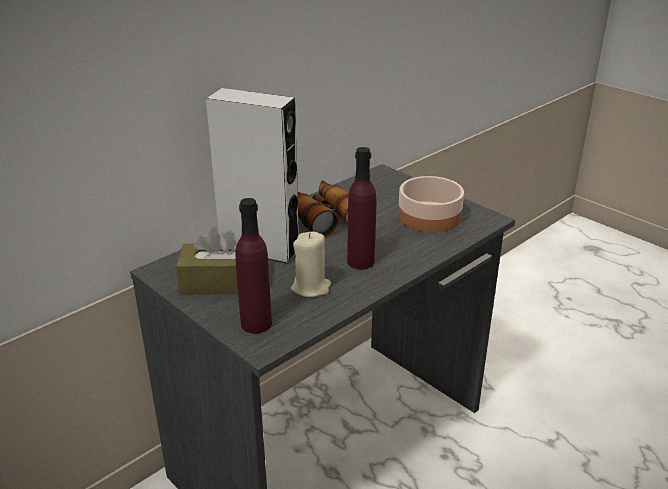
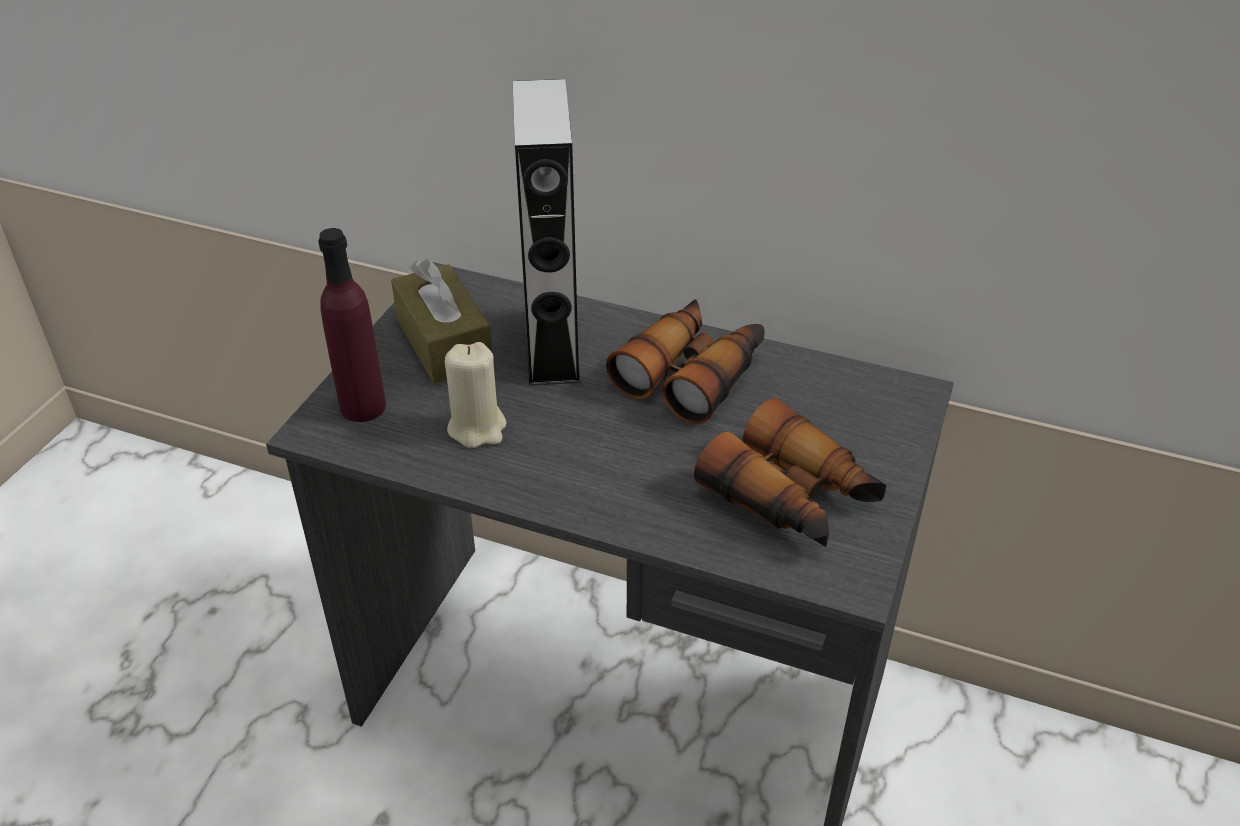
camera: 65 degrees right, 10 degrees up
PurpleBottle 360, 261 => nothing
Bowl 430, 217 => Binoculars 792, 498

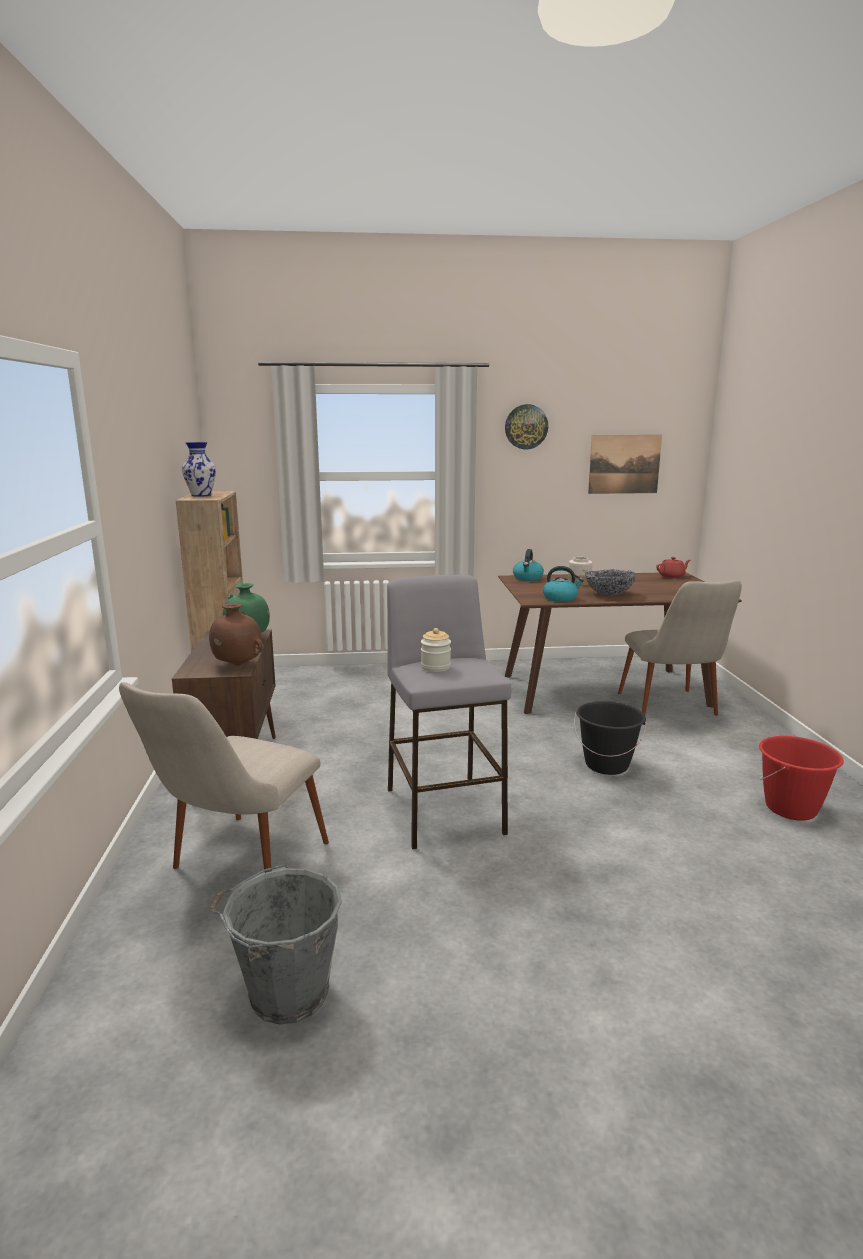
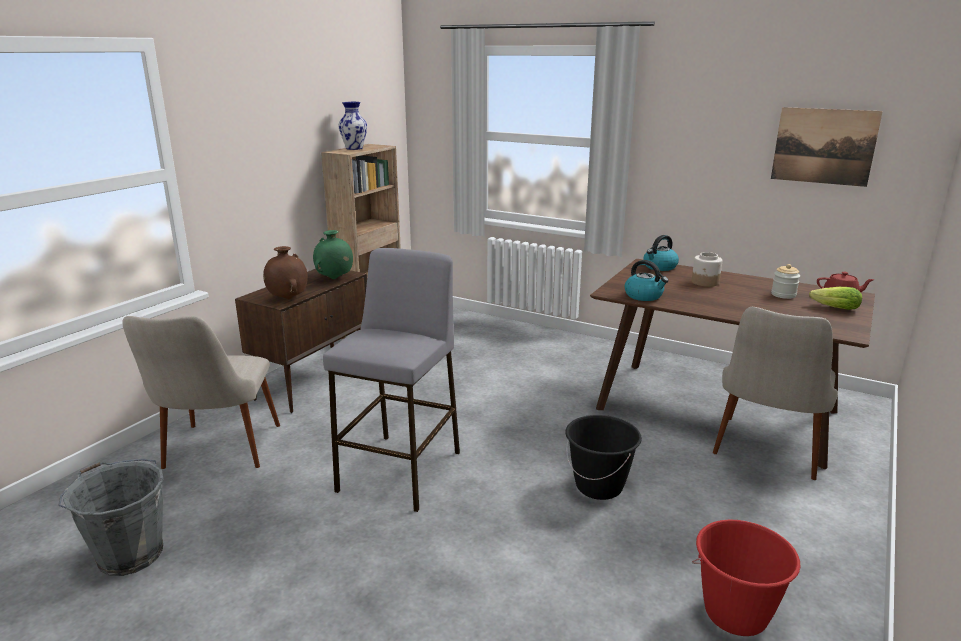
camera: 35 degrees right, 5 degrees up
BeigeChair 236, 869 => BeigeChair 216, 457, 60 degrees counterclockwise
Jar 435, 667 => Jar 783, 295, move
WallClock 526, 427 => nothing
Bowl 608, 594 => nothing
nothing => Lettuce 832, 308

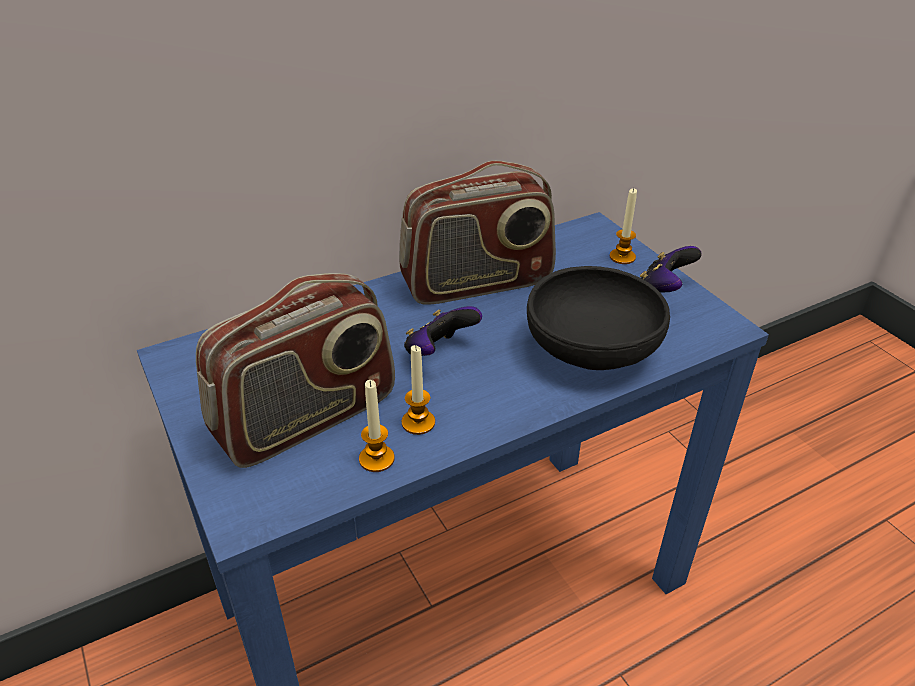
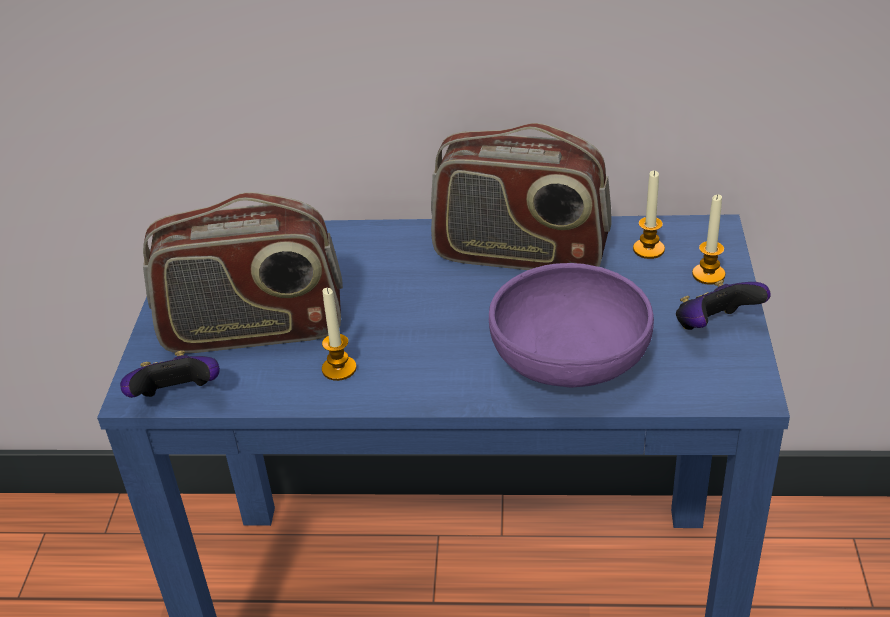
camera: 35 degrees right, 0 degrees up
Candle 376, 459 => Candle 648, 249, move
GameController 439, 352 => GameController 177, 398, move
BlackBowl 591, 348 => PurpleBowl 569, 360

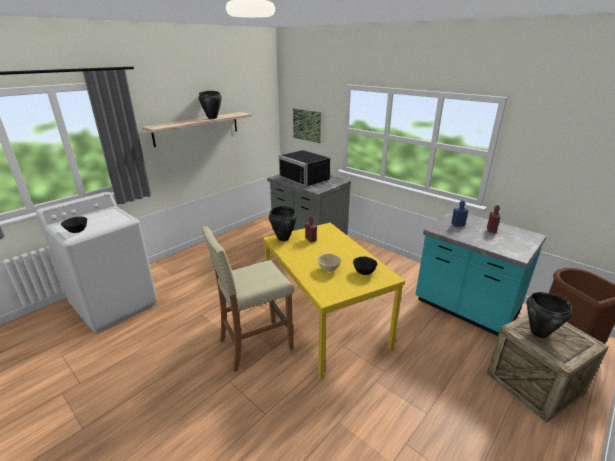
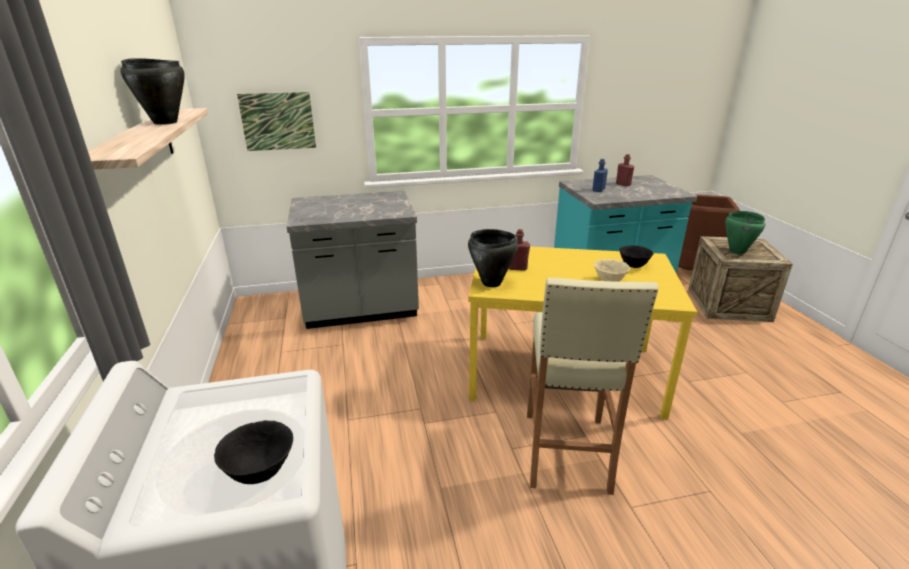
camera: 55 degrees left, 0 degrees up
BlackMicrowave 307, 179 => nothing
BlackCookingPot 538, 332 => GreenCookingPot 736, 251

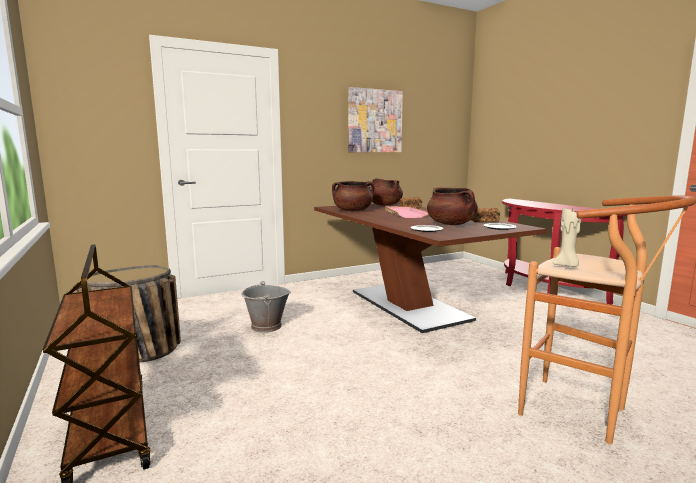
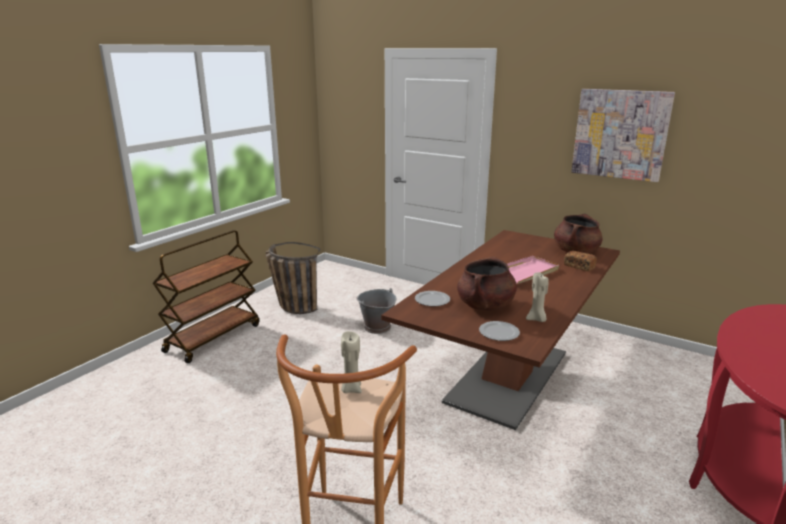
camera: 60 degrees right, 10 degrees up
BrownCookingPot 352, 210 => nothing
Bread 484, 221 => BeigeCandle 536, 319

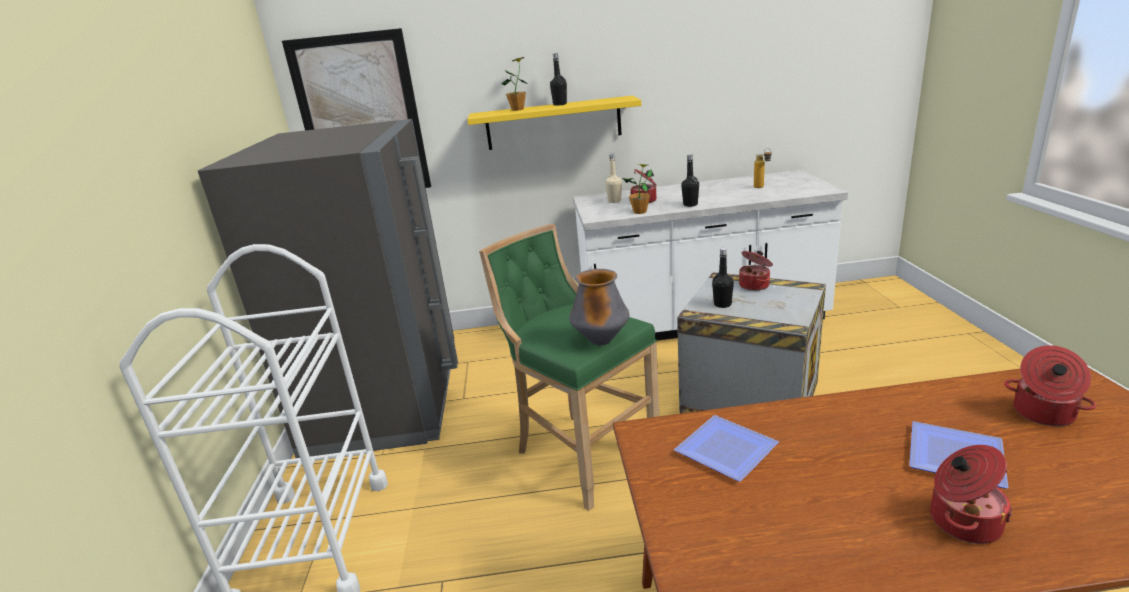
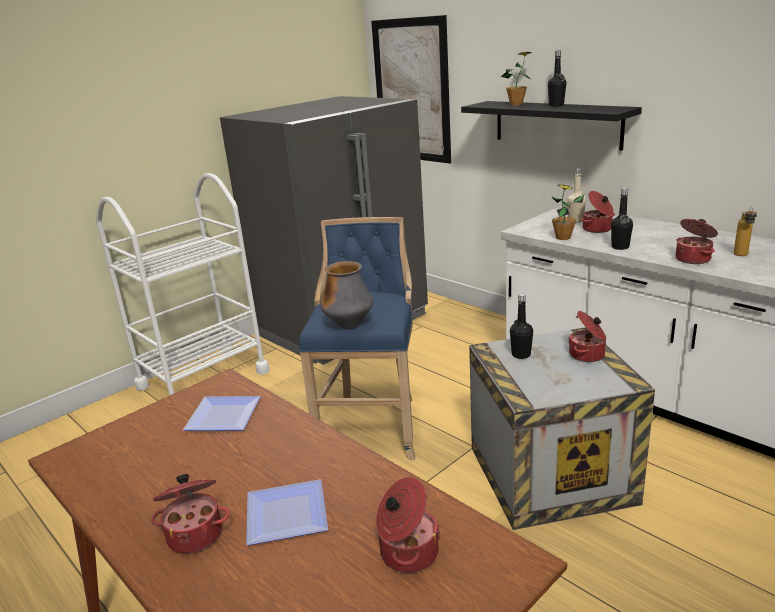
camera: 50 degrees right, 0 degrees up
YellowShelf 553, 123 => BlackShelf 556, 124
GreenStool 581, 453 => BlueStool 372, 425
nothing => CookingPot 693, 259

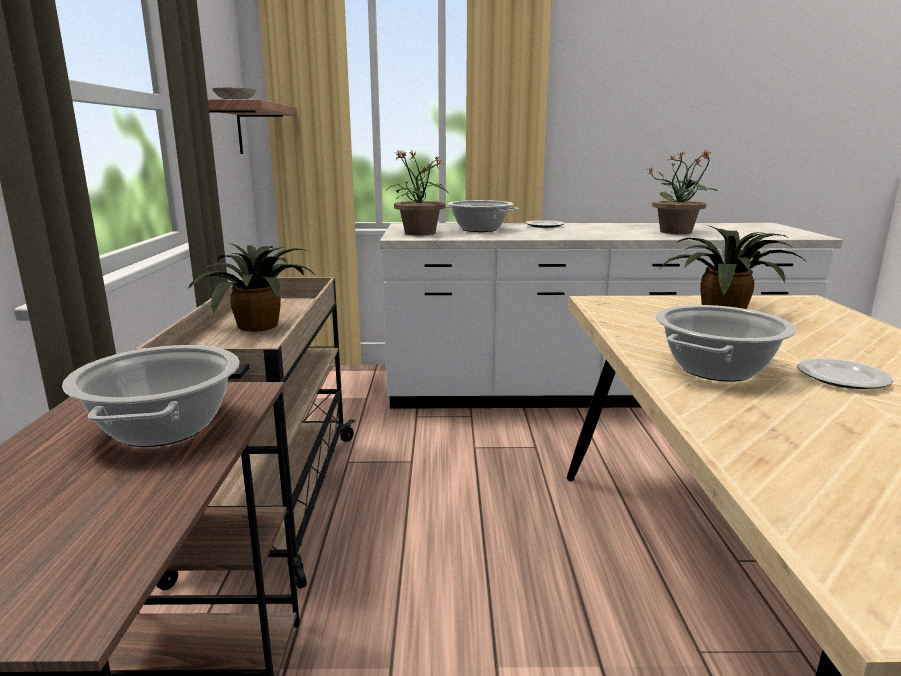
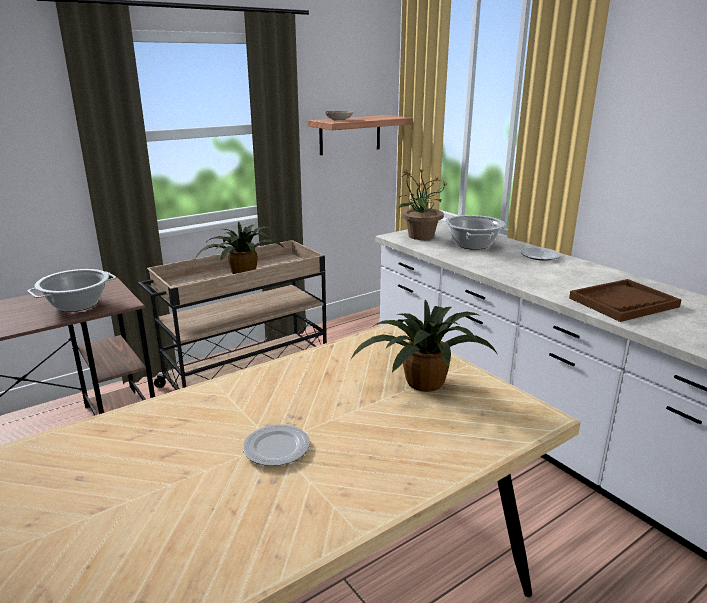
camera: 55 degrees right, 5 degrees up
PottedPlant 677, 232 => BrownTray 623, 302
CookingPot 716, 369 => nothing

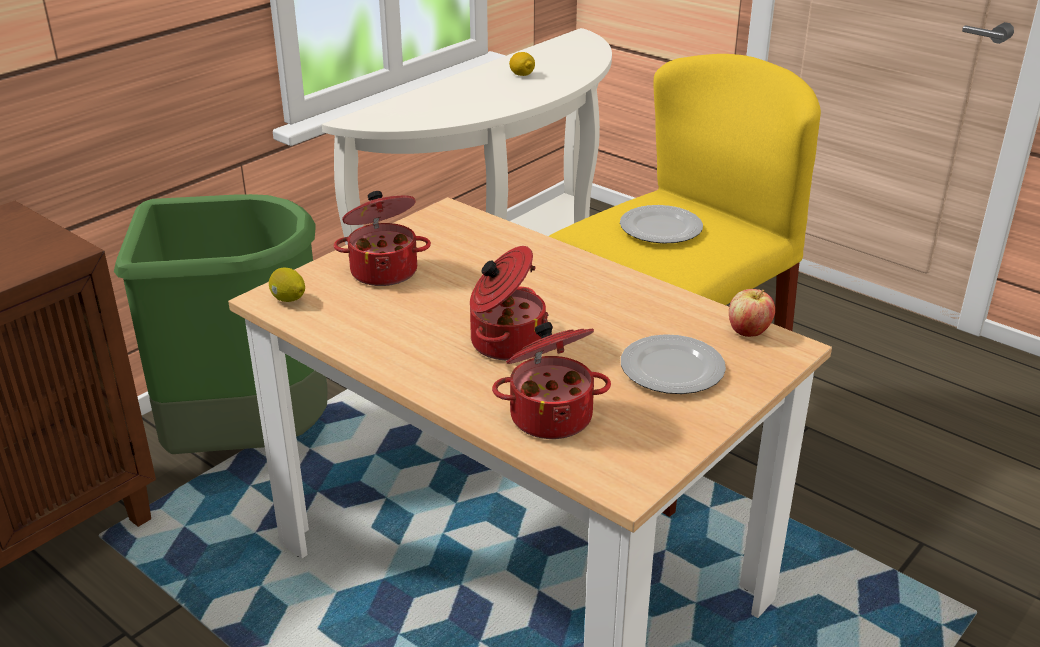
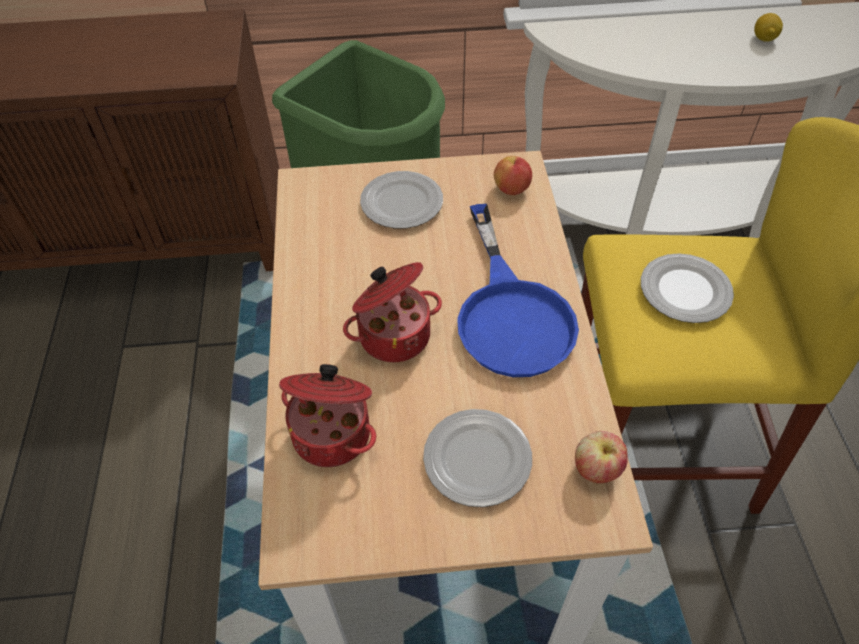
camera: 45 degrees right, 20 degrees up
Lemon 289, 300 => nothing
CookingPot 384, 270 => Plate 401, 202
nothing => BlueFryingPan 511, 313
nothing => Apple 511, 189

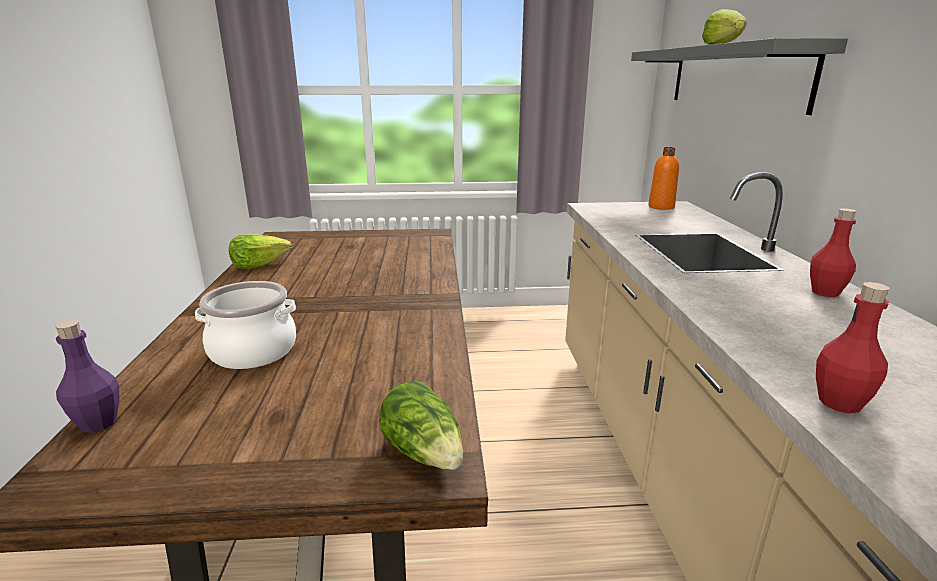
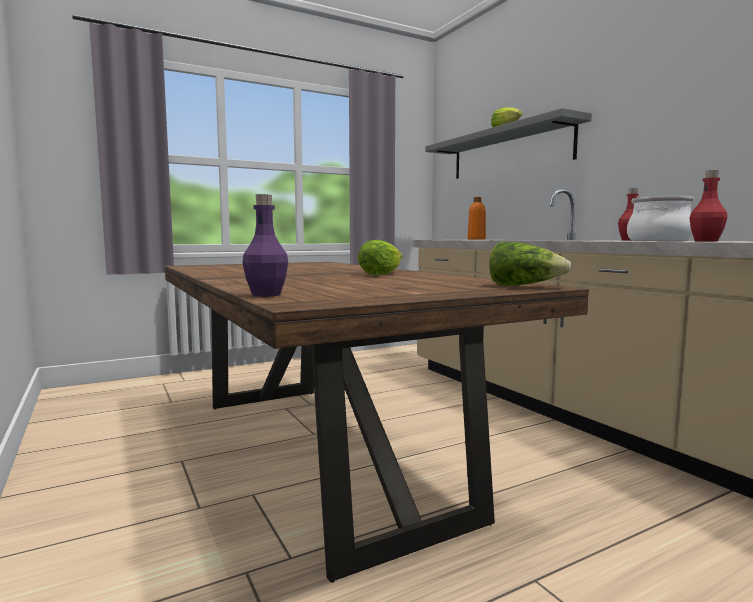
camera: 25 degrees left, 15 degrees down
CookingPot 253, 352 => CookingPot 659, 240, move
Lettuce 259, 265 => Lettuce 381, 274, move

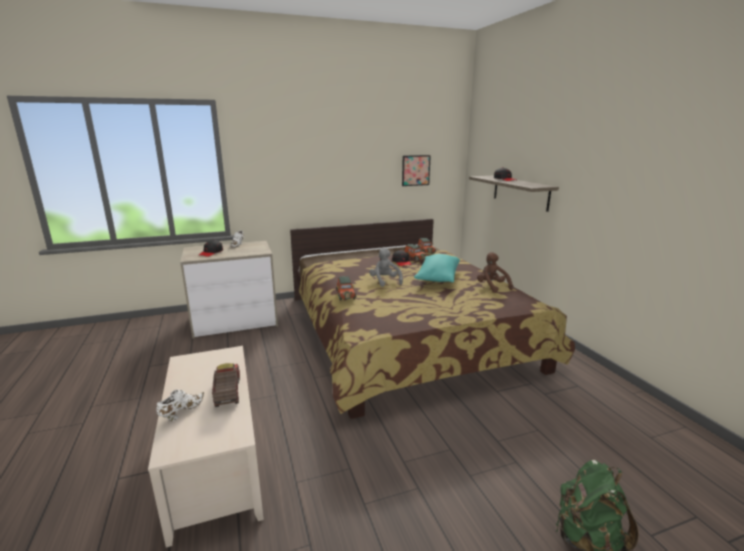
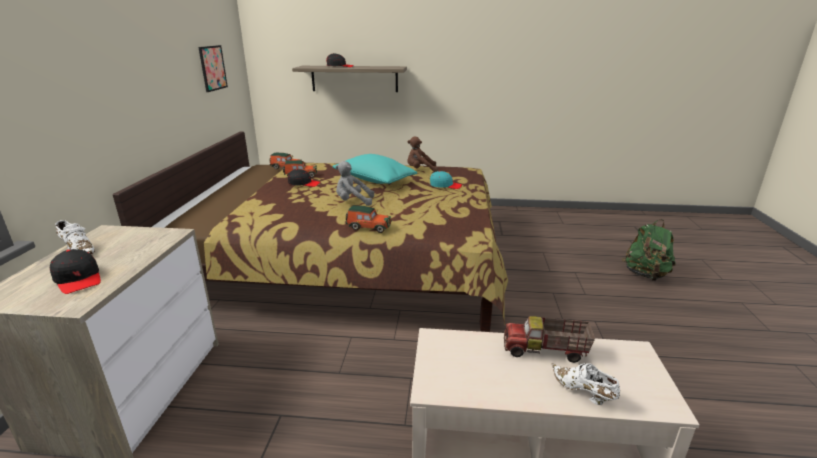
camera: 65 degrees left, 5 degrees up
nothing => TurquoiseCap 445, 185

